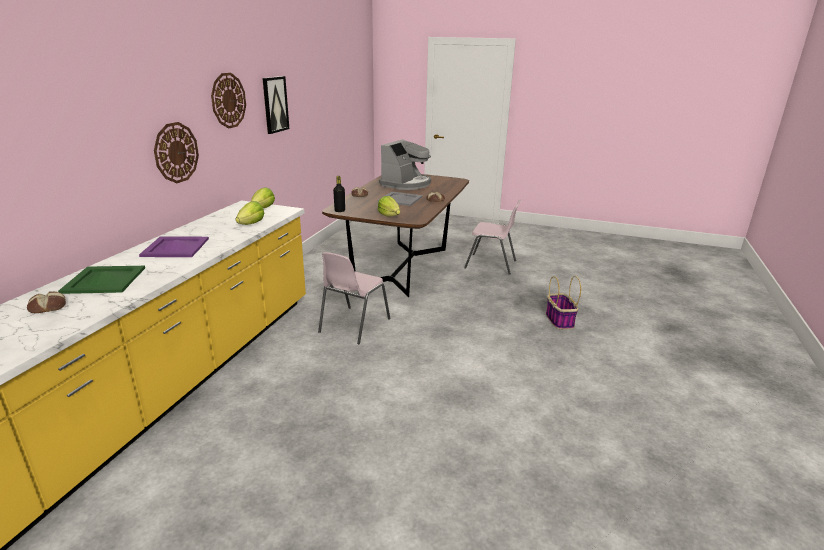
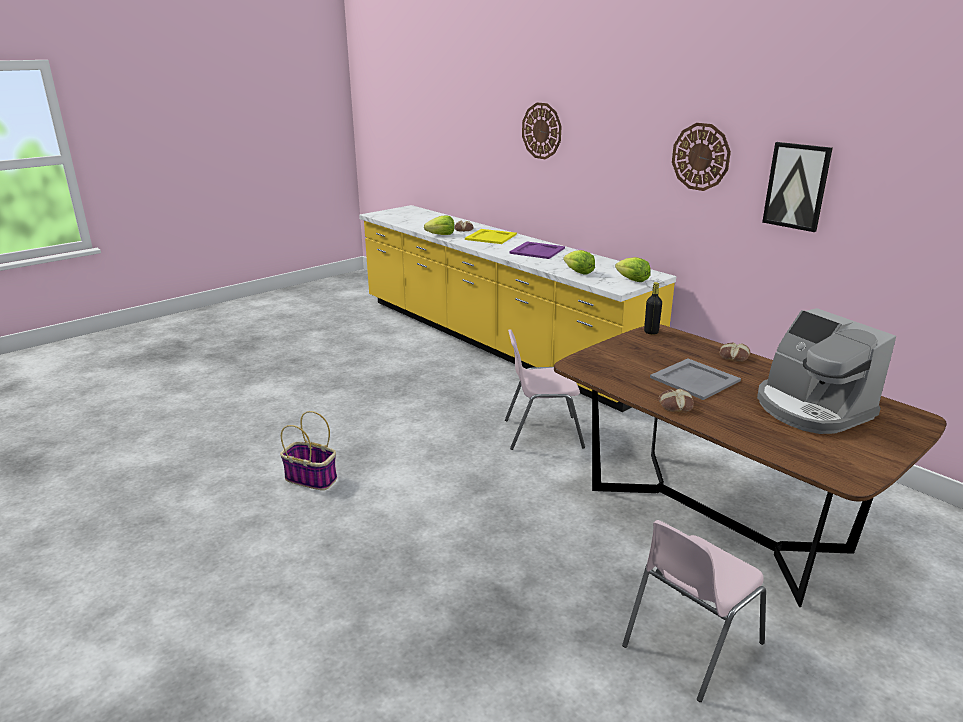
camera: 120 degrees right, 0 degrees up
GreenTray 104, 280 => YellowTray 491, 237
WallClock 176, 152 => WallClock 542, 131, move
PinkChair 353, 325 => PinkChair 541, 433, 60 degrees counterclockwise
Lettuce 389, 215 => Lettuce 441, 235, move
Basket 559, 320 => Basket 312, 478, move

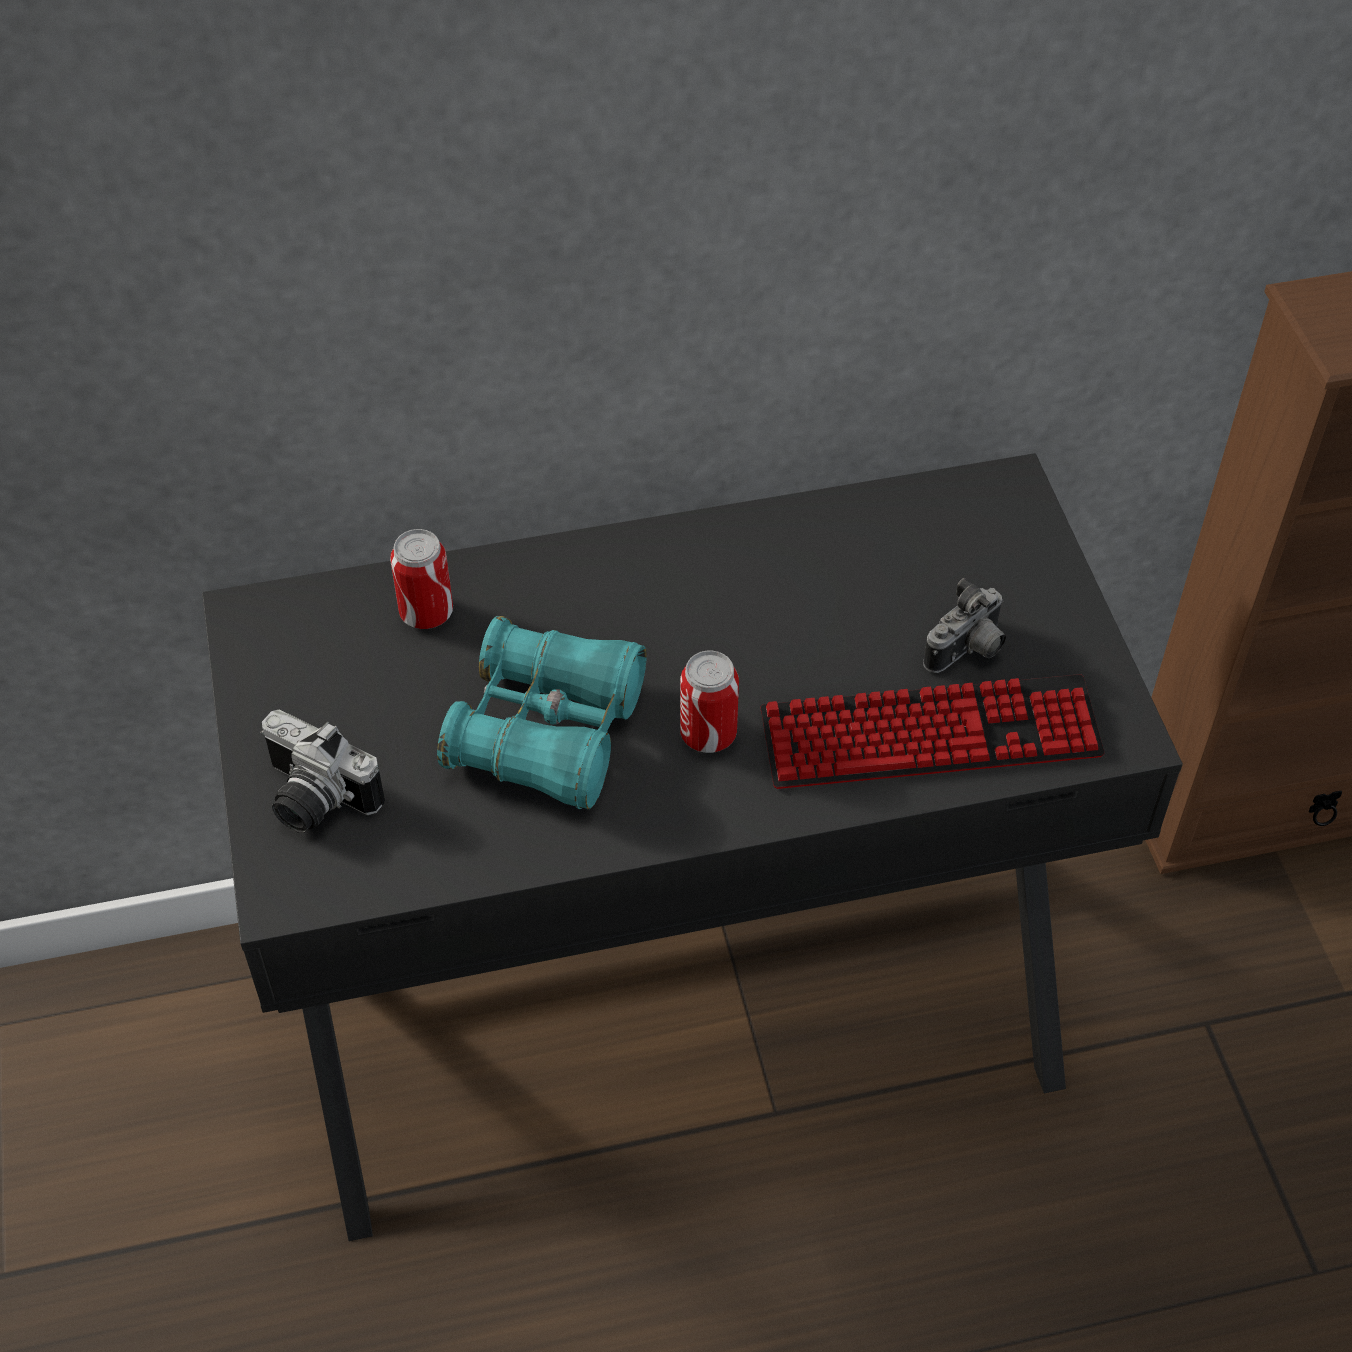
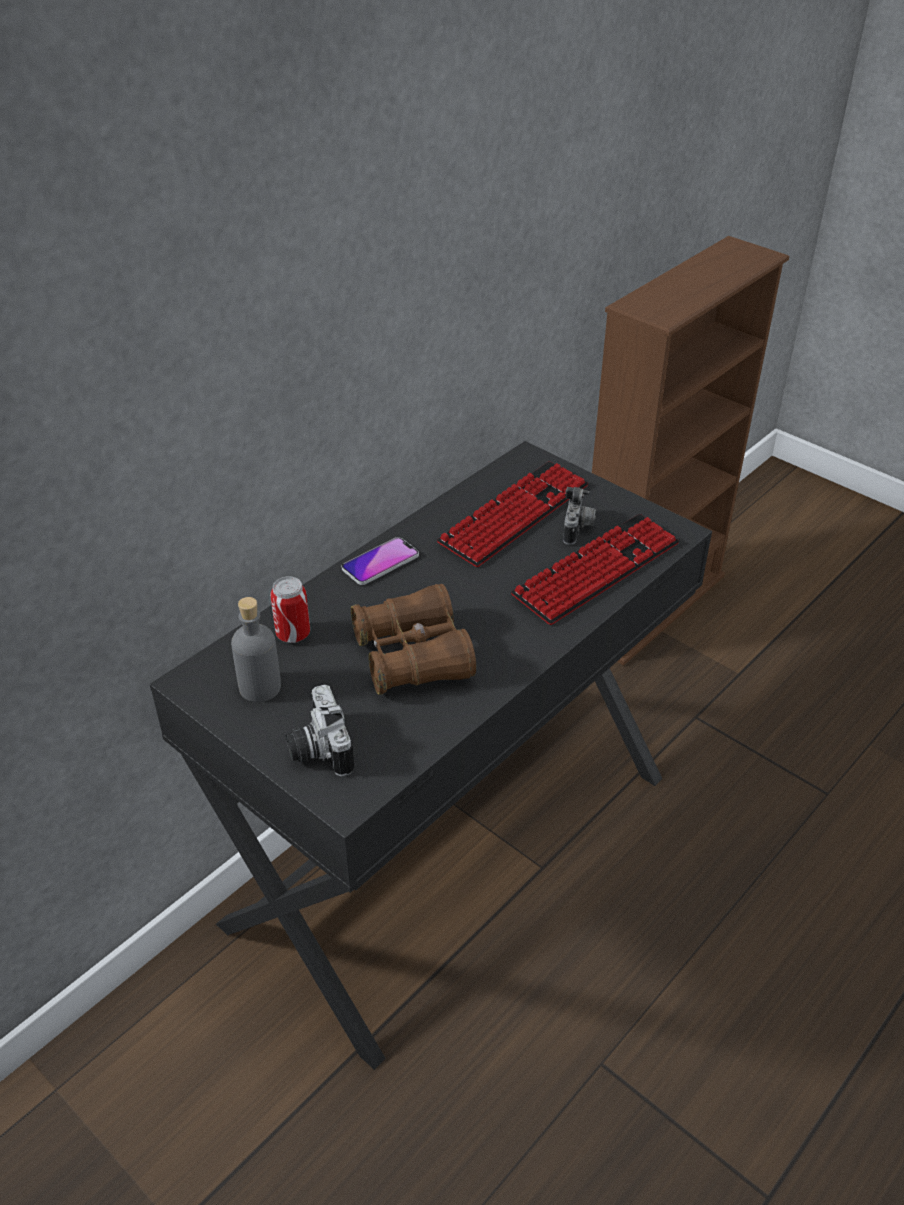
camera: 35 degrees left, 10 degrees down
PhotoCamera 312, 800 => PhotoCamera 317, 749, 75 degrees clockwise
TurquoiseBinoculars 547, 732 => BrownBinoculars 413, 656
Can 708, 735 => nothing
nothing => GreyBottle 260, 687
nothing => Phone 380, 562
nothing => Keyboard 514, 515

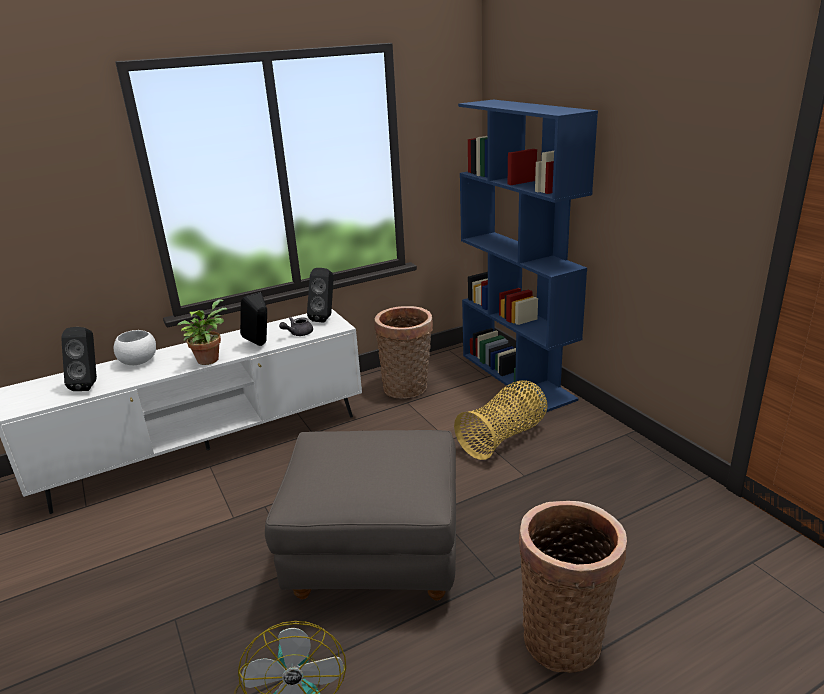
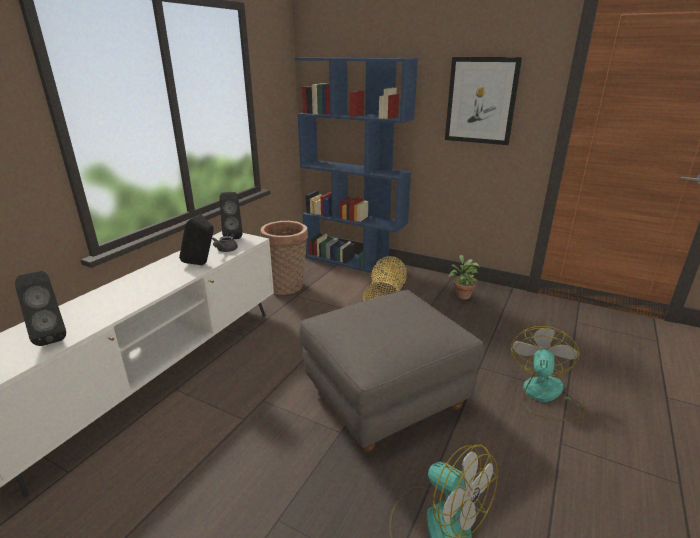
camera: 35 degrees left, 0 degrees up
WhiteBowl 139, 361 => nothing
PottedPlant 209, 358 => PottedPlant 461, 295, move
Basket 564, 636 => Fan 543, 396
nothing => Picture 481, 101

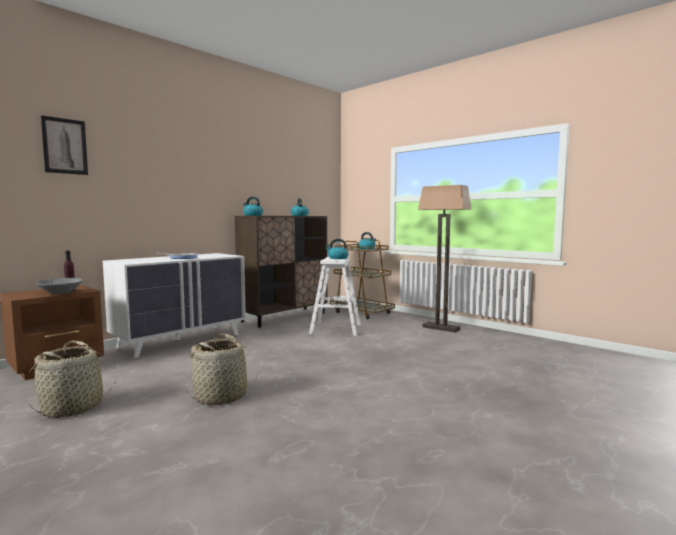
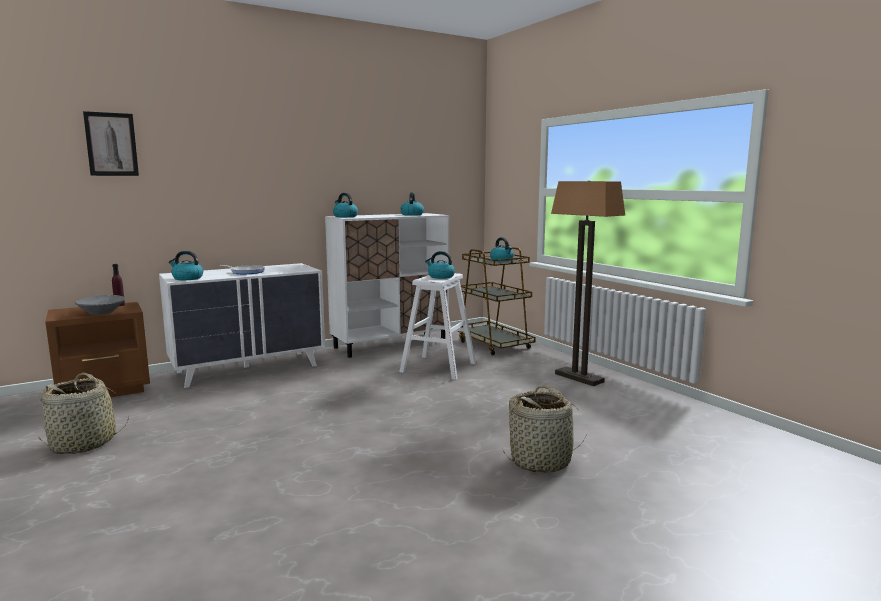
camera: 15 degrees right, 5 degrees up
Basket 221, 396 => Basket 541, 461, move
BrownCabinet 284, 317 => WhiteCabinet 391, 344
nothing => Kettle 187, 278

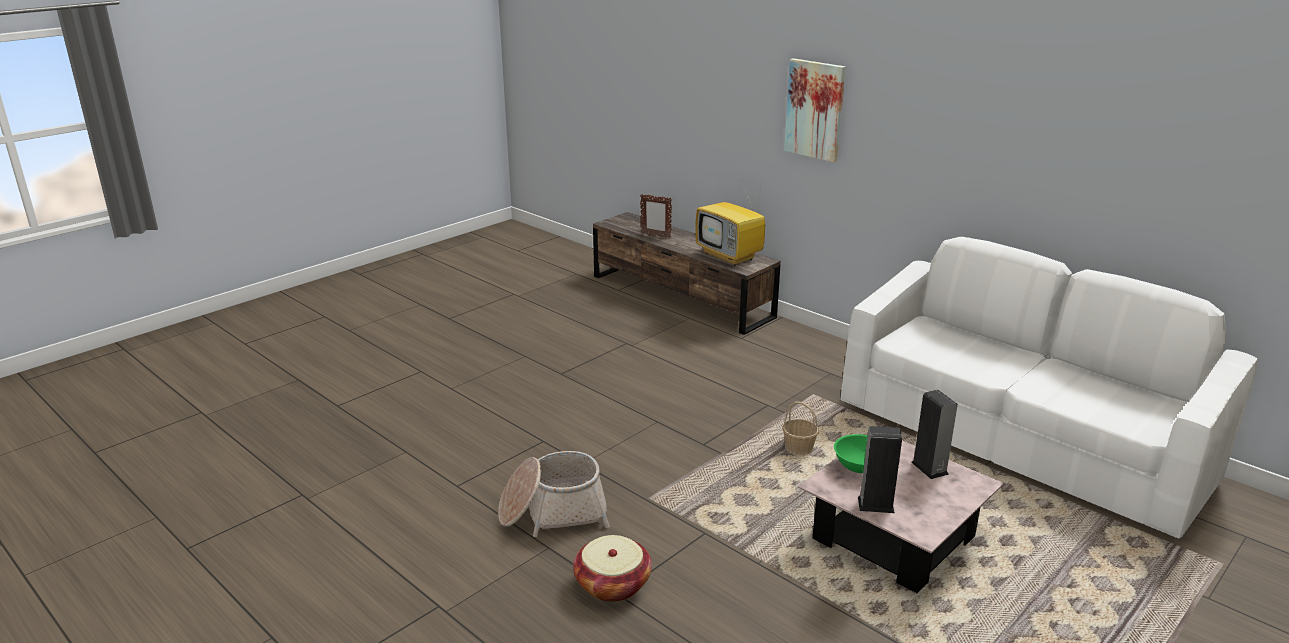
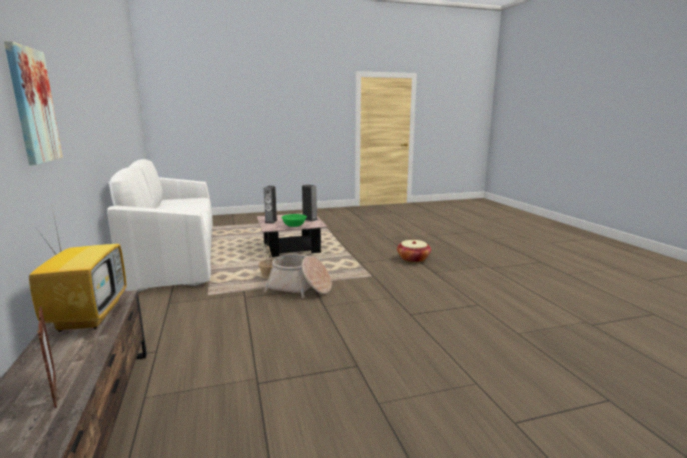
camera: 150 degrees left, 10 degrees down
Basket 553, 511 => Basket 300, 288, move

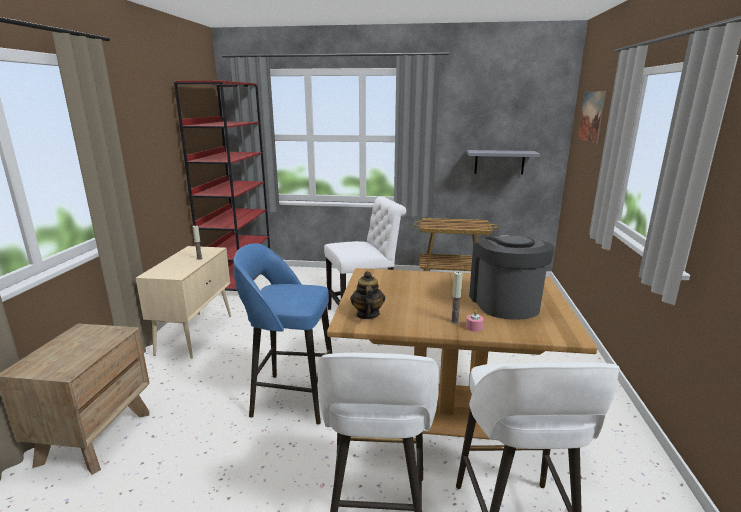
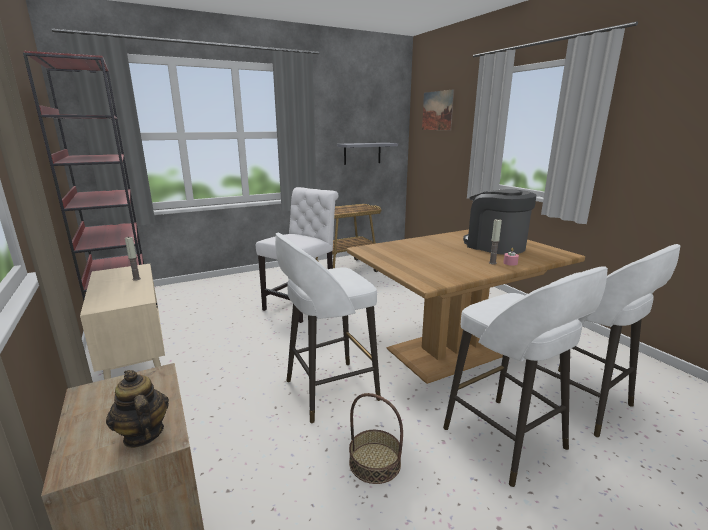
camera: 35 degrees left, 0 degrees up
BlueStool 291, 397 => WhiteStool 328, 391
Teapot 367, 314 => Teapot 143, 434, move
nothing => Basket 374, 462

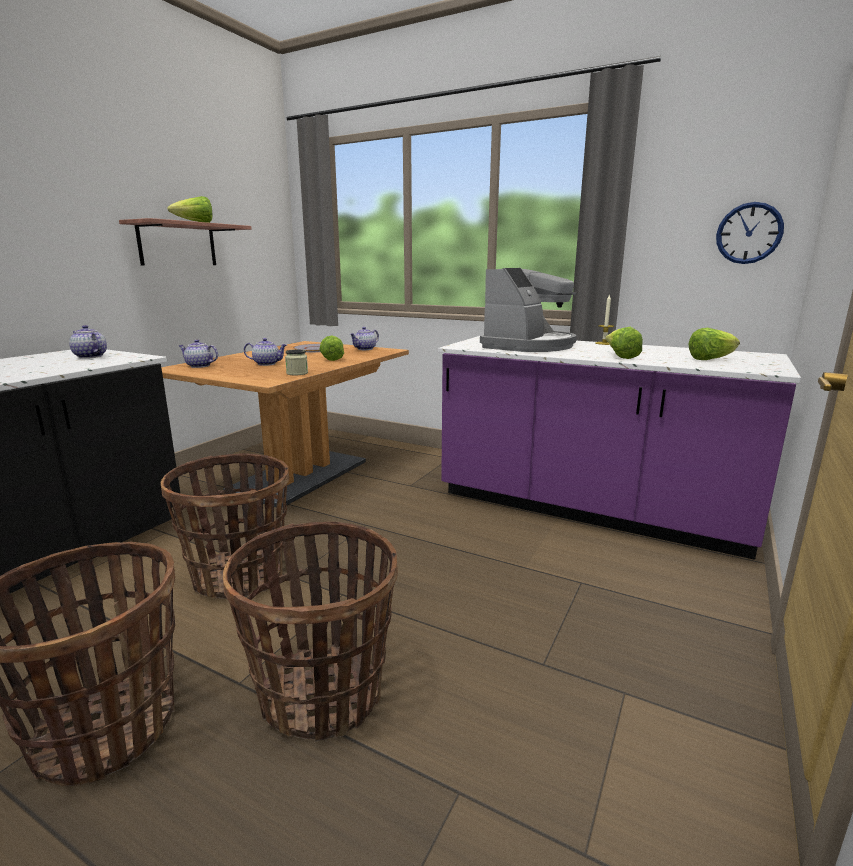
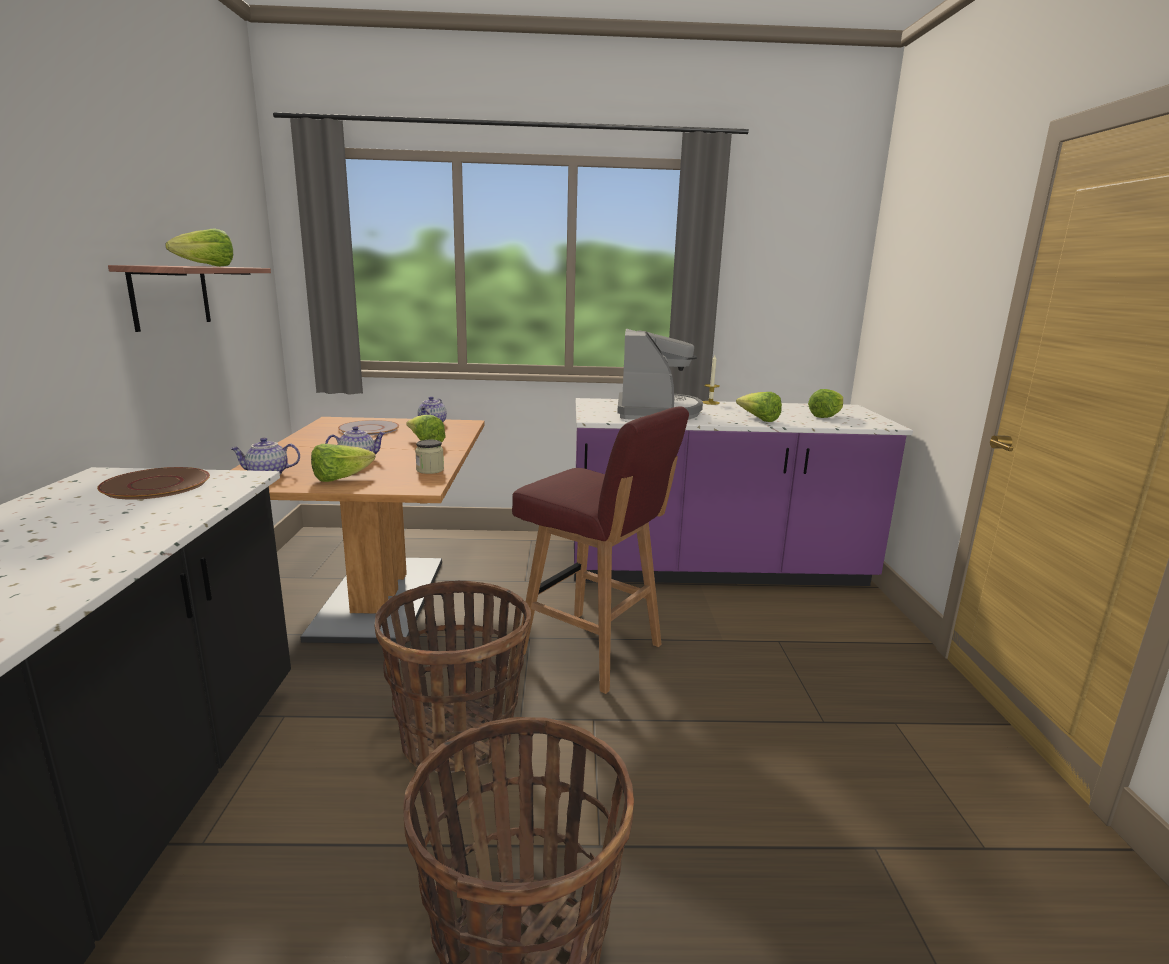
camera: 30 degrees left, 0 degrees up
Teapot 89, 356 => BrownPlate 156, 485
Basket 322, 694 => nothing
WallClock 749, 233 => nothing
nothing => Lettuce 341, 478
nothing => RedStool 593, 651

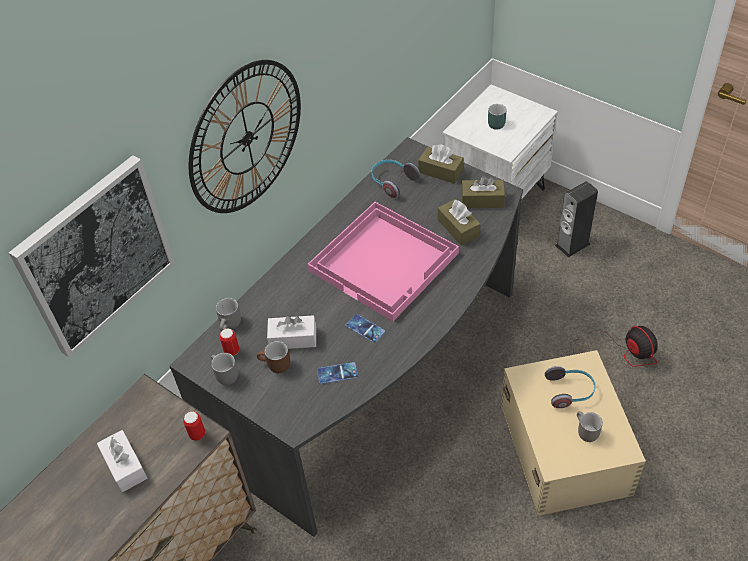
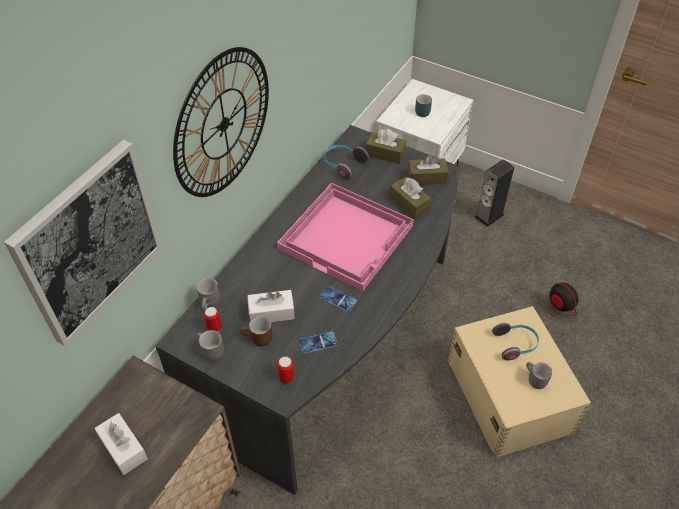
camera: 10 degrees left, 0 degrees up
Can 197, 434 => Can 286, 377, move

